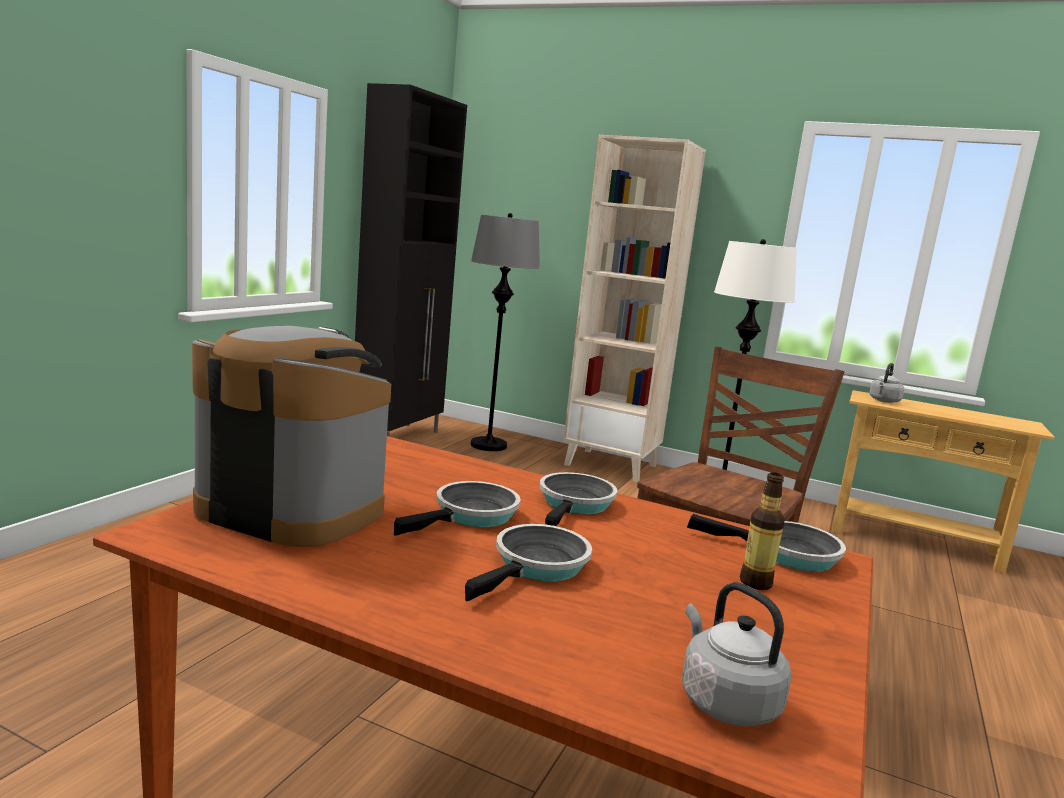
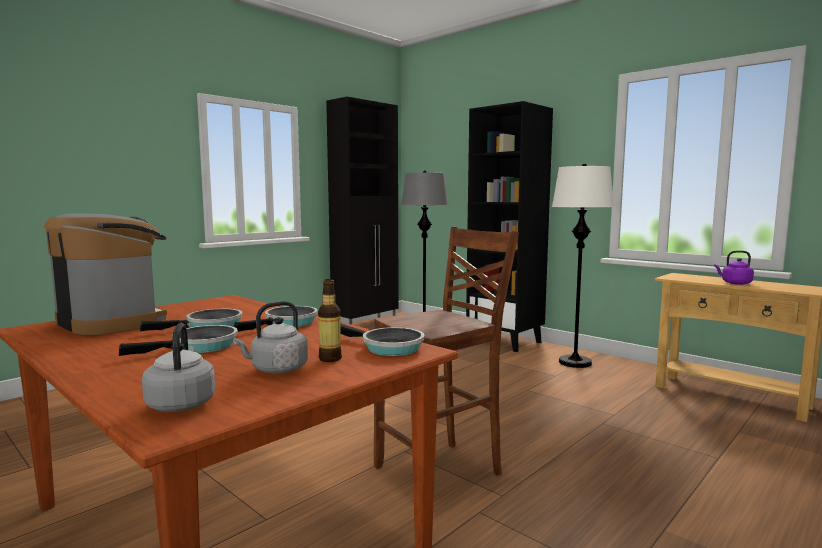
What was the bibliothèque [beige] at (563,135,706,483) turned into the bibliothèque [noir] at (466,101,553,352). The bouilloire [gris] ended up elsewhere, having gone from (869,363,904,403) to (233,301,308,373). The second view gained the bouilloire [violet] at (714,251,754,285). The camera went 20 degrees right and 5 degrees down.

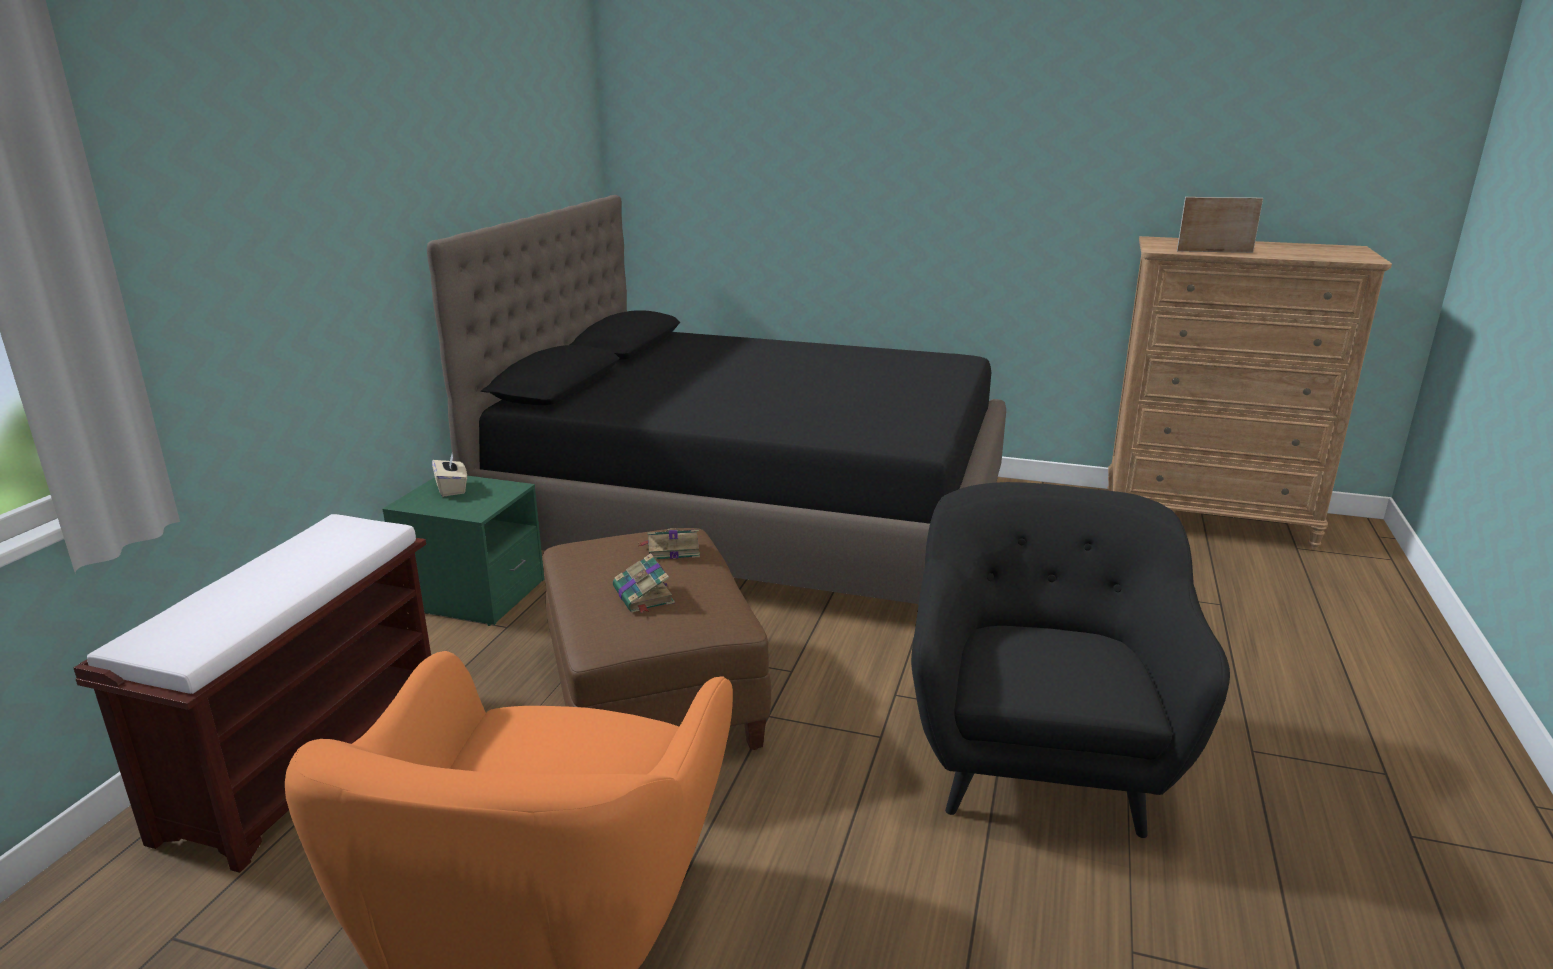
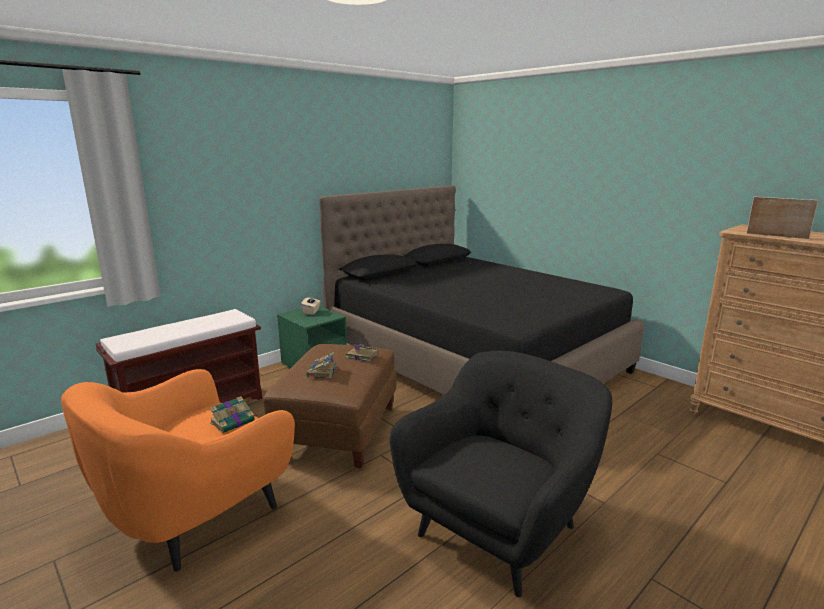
The second view gained the livre at (209,396,258,433). The camera went 30 degrees right and 5 degrees down.

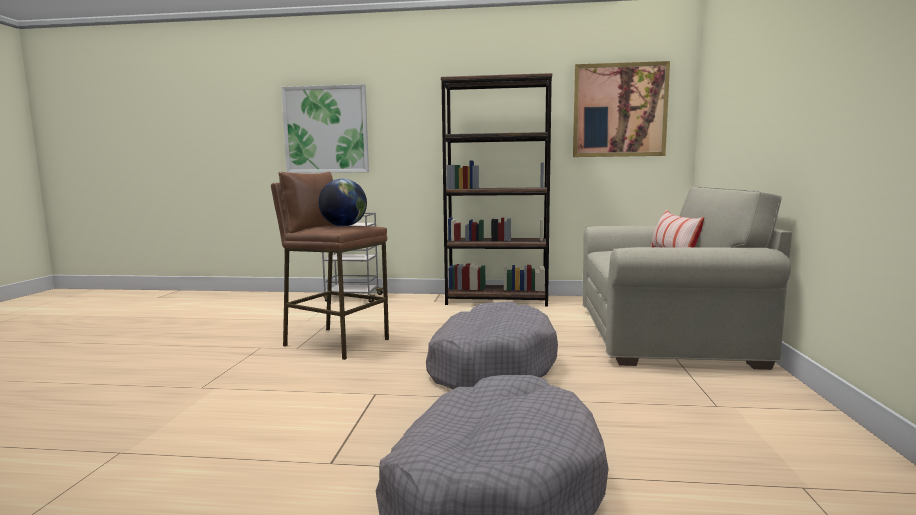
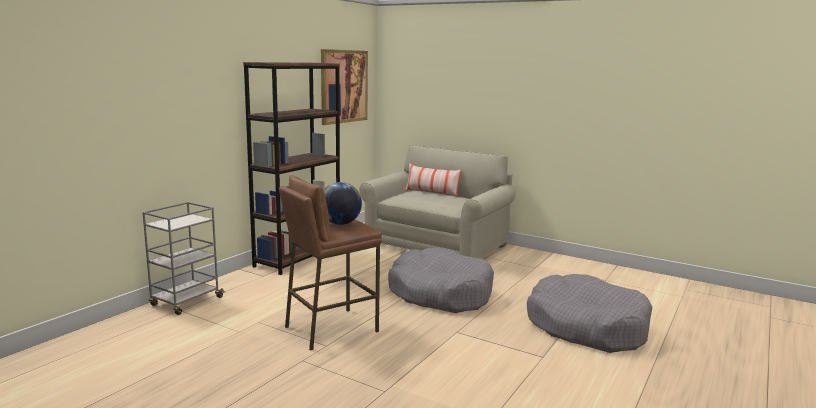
The second view lost the tableau at (281,84,369,173). The camera went 65 degrees left and 5 degrees up.

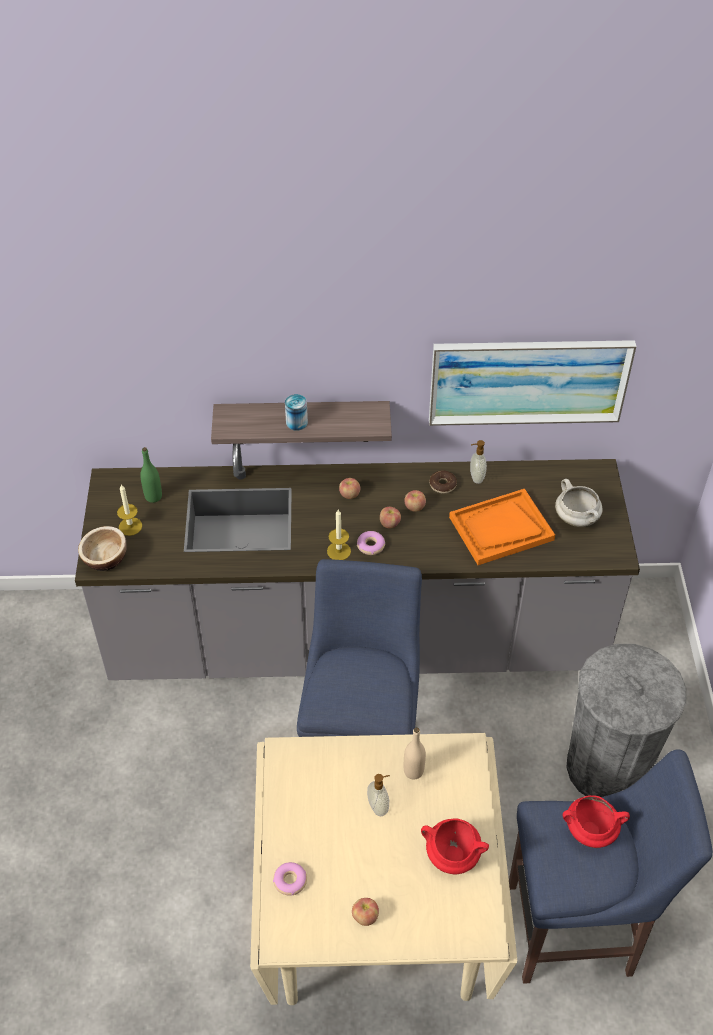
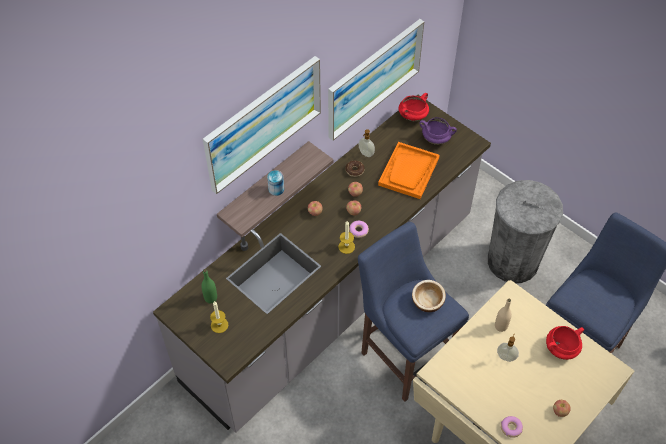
The bol ended up elsewhere, having gone from (78,526,127,571) to (412,280,446,312). What was the marmite [blanc] at (555,479,603,527) turned into the marmite [violet] at (419,117,457,145). The marmite [rouge] ended up elsewhere, having gone from (563,795,630,848) to (399,93,429,121). The second view gained the tableau at (203,56,321,194). The camera went 45 degrees left and 5 degrees up.

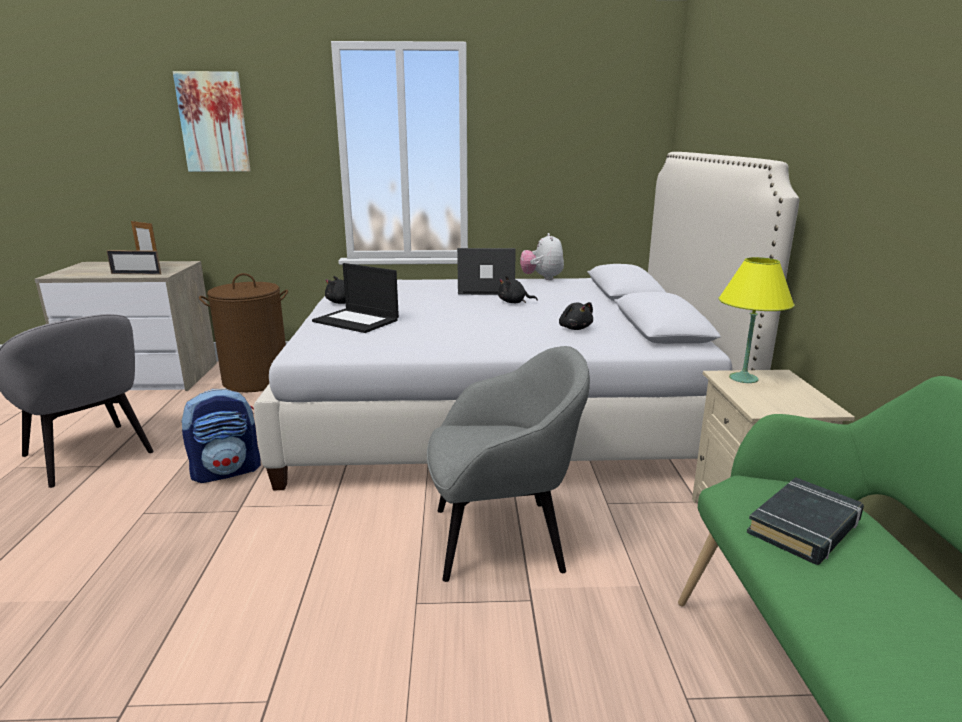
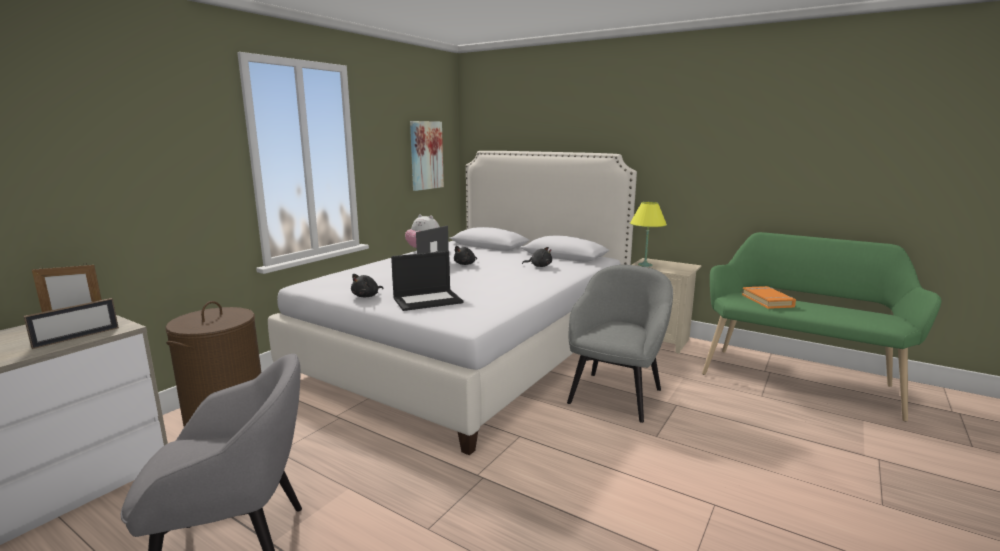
The tableau ended up elsewhere, having gone from (173,71,251,172) to (410,121,444,191). The second view lost the sac à dos at (181,388,261,483). What was the livre [noir] at (747,477,864,565) turned into the livre [orange] at (742,286,796,309). The camera went 55 degrees left and 5 degrees down.

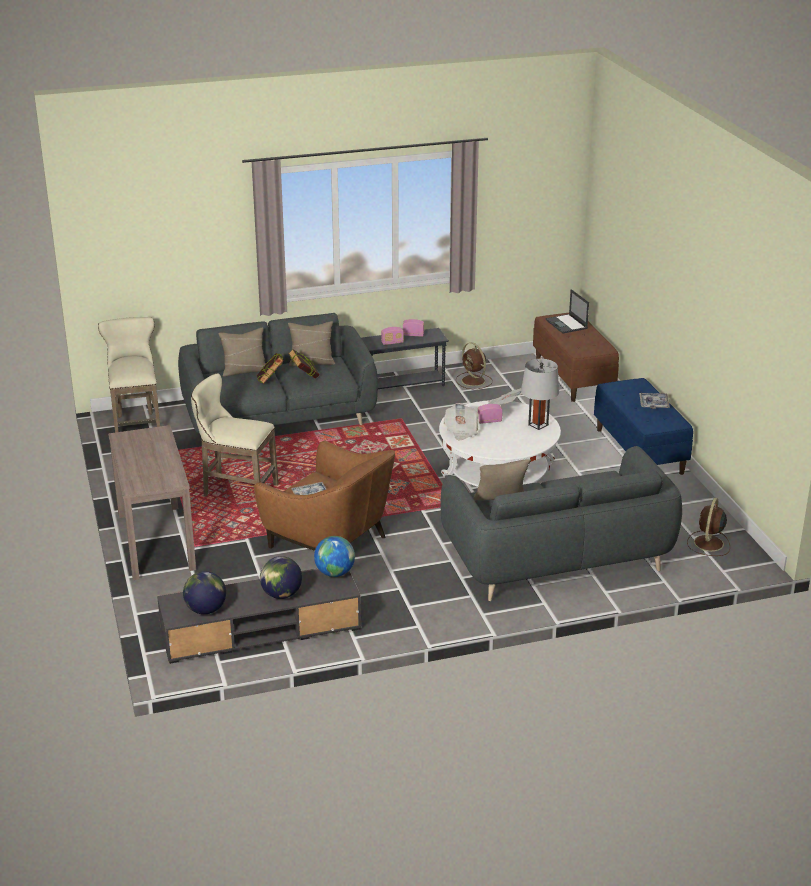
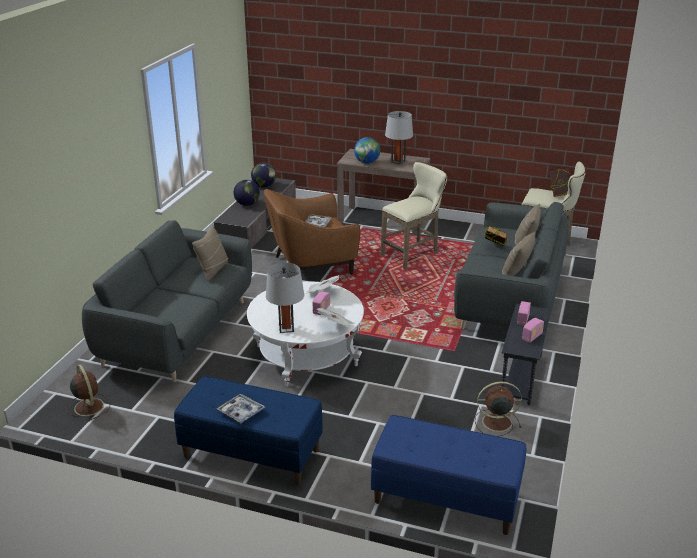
The livre ended up elsewhere, having gone from (289,349,320,379) to (549,169,571,197). The globe ended up elsewhere, having gone from (314,536,355,577) to (354,137,380,164). What was the banc [marron] at (533,313,619,402) turned into the banc [bleu] at (371,415,526,535). The second view lost the ordinateur portable at (546,289,589,333). The second view gained the lampe de table [gris] at (385,111,413,164). The camera went 125 degrees right and 0 degrees up.

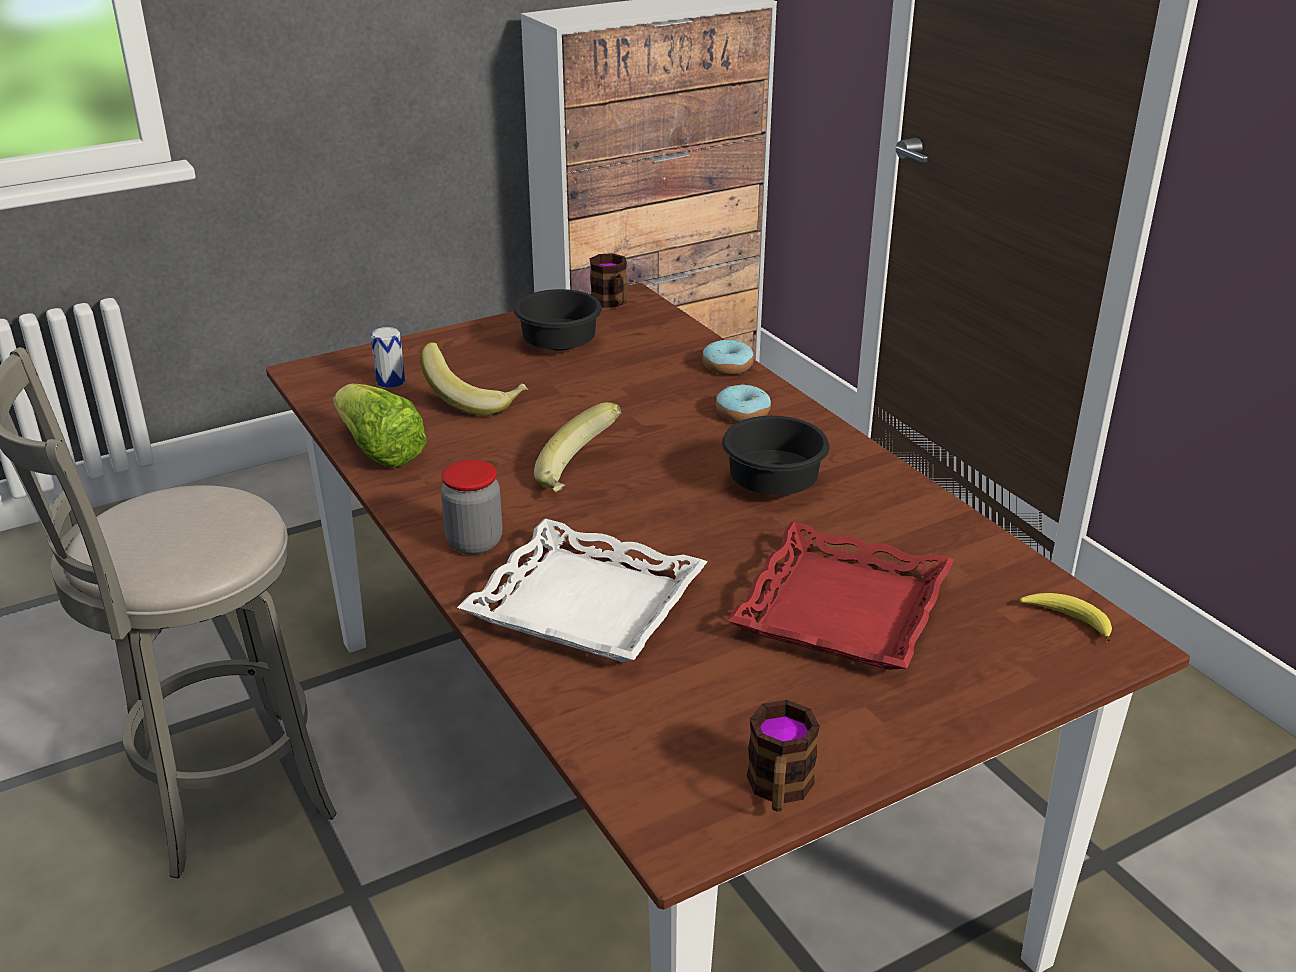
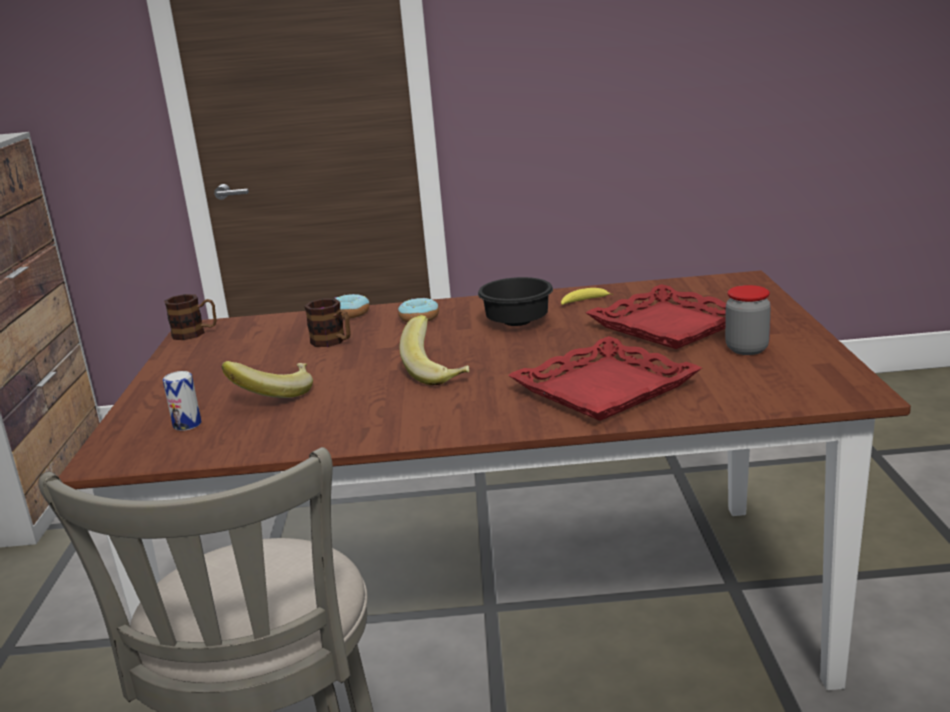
The second view lost the laitue at (333,384,427,468). The bocal ended up elsewhere, having gone from (441,460,502,555) to (725,285,771,355). What was the plateau [blanc] at (457,519,708,662) turned into the plateau [rouge] at (508,336,702,421). The second view lost the bol [noir] at (514,289,602,350). The mug ended up elsewhere, having gone from (747,700,820,812) to (304,299,351,347). The banane ended up elsewhere, having gone from (1020,593,1112,642) to (561,288,613,305). The camera went 60 degrees left and 10 degrees down.

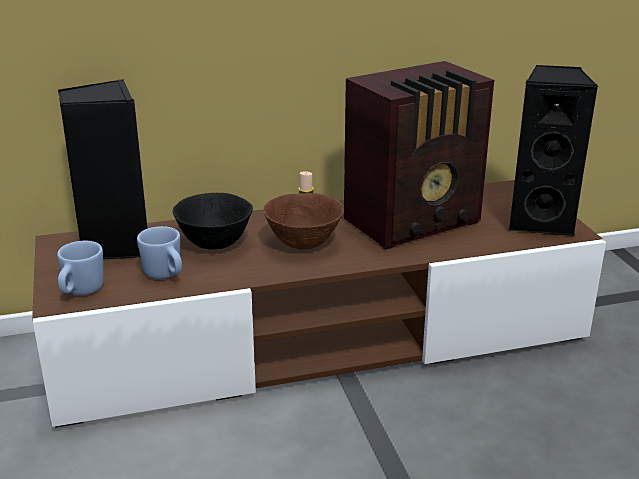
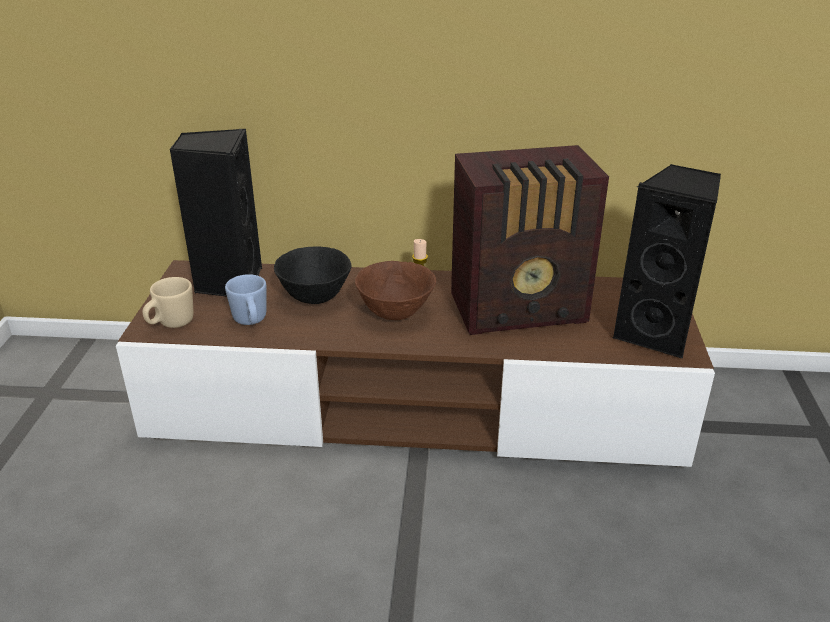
What was the mug [bleu] at (57,241,103,295) turned into the mug [beige] at (143,277,194,328). The camera went 20 degrees right and 5 degrees up.

